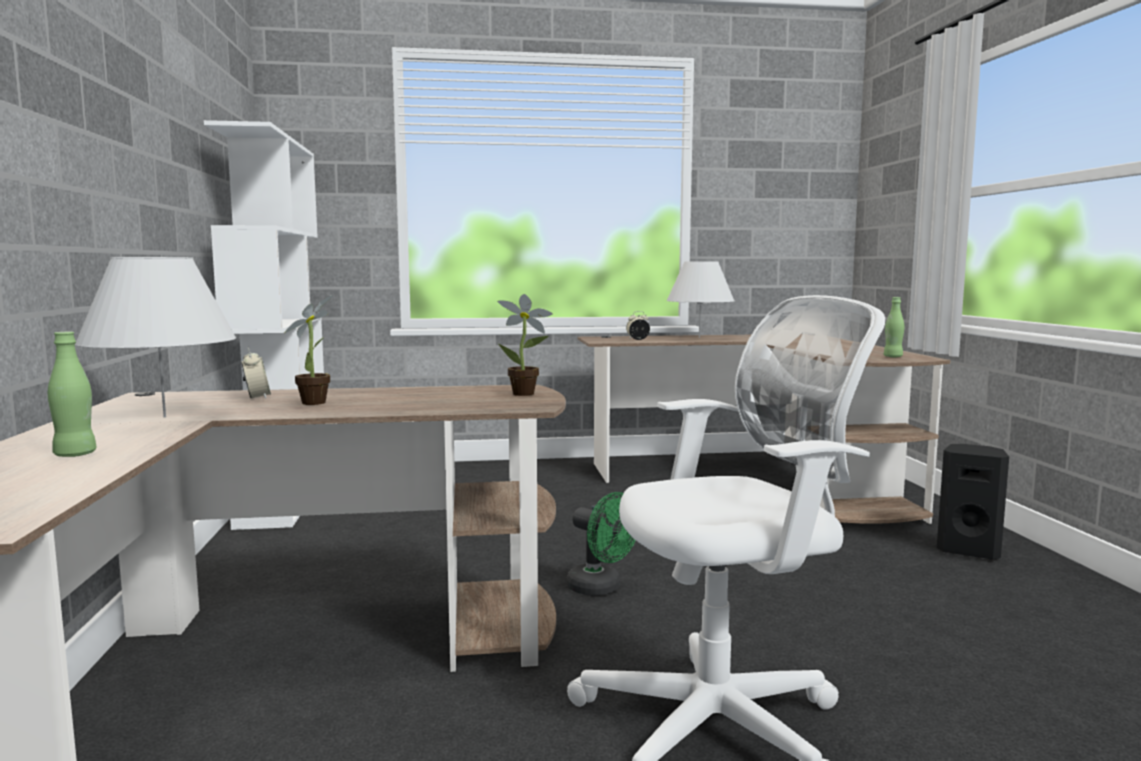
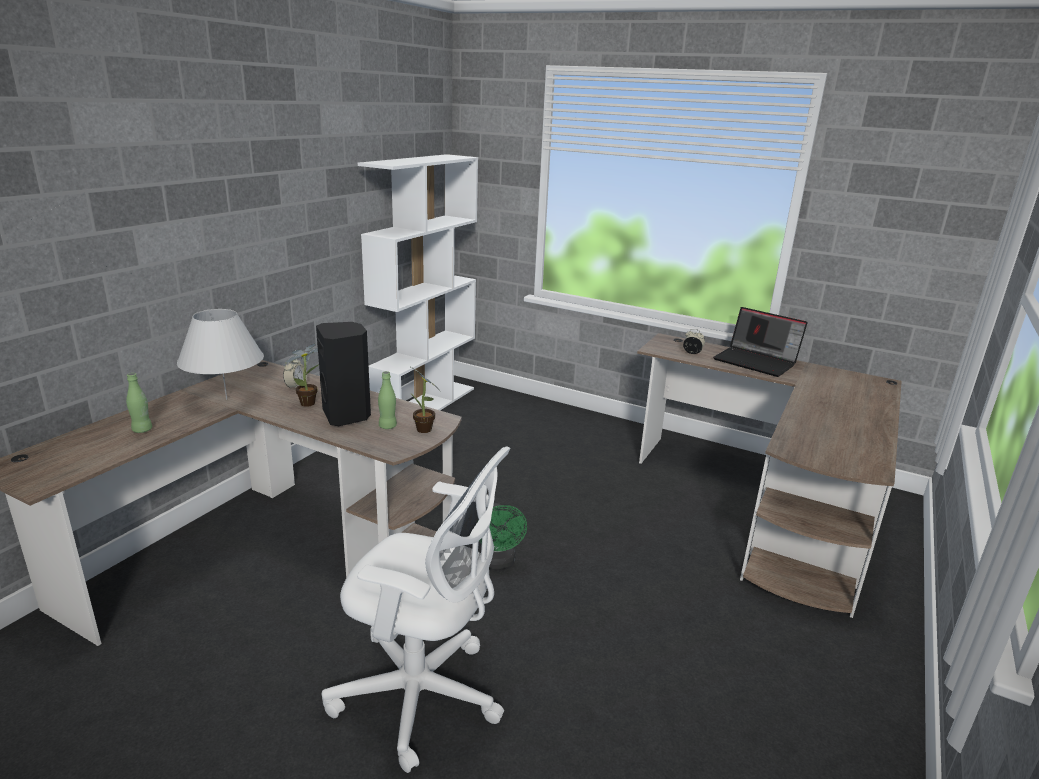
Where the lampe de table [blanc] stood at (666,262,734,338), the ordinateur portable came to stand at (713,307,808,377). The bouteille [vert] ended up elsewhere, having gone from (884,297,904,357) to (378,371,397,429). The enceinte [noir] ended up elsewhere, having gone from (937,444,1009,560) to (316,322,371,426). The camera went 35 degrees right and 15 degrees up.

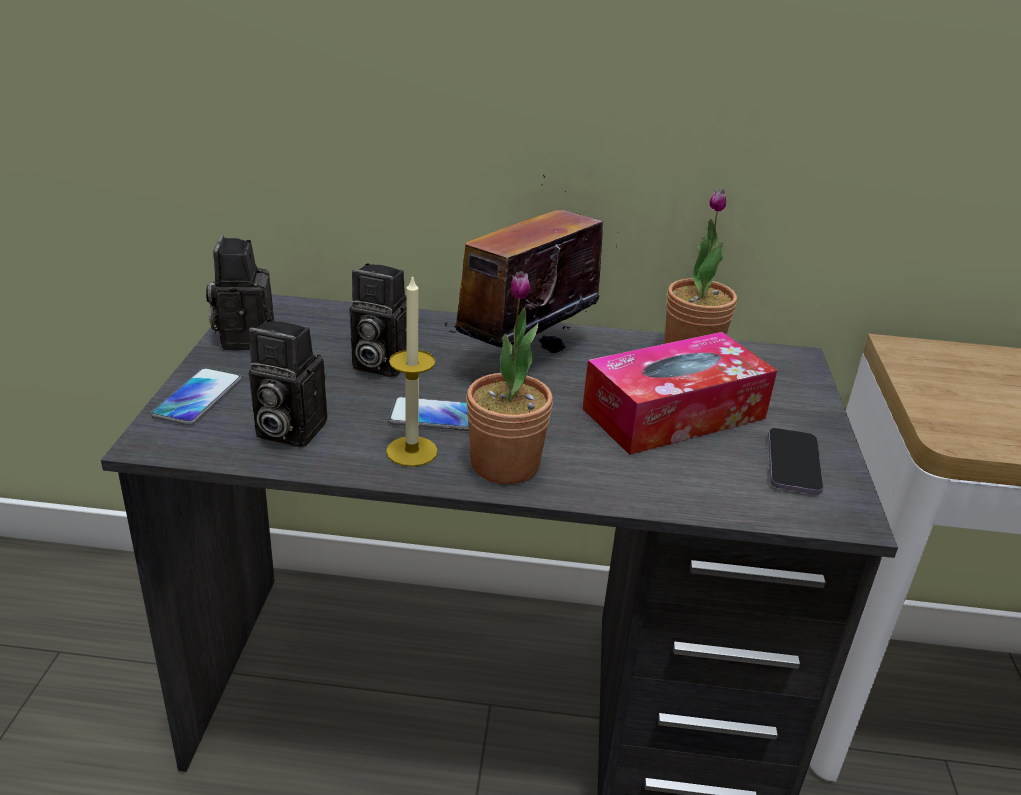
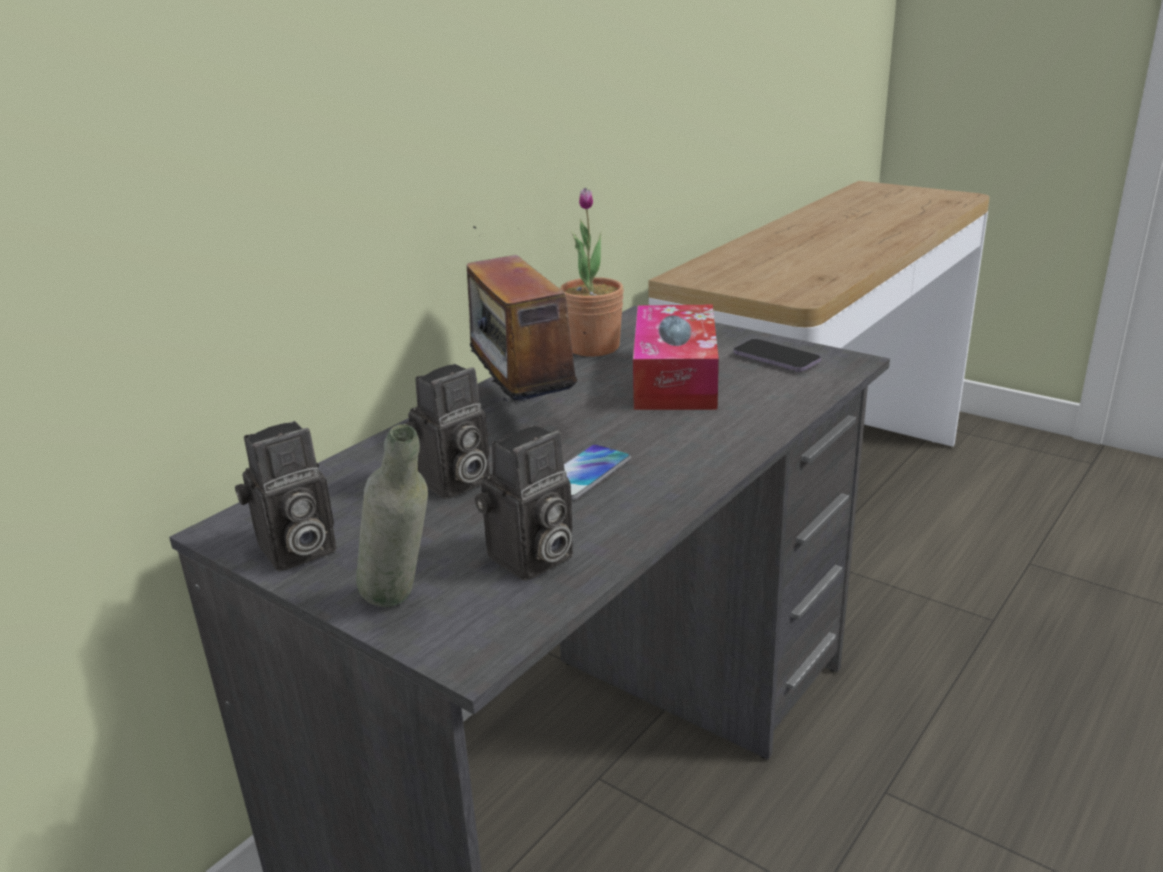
Where the téléphone stood at (151,368,242,425), the bouteille [gris] came to stand at (356,424,428,607). The appareil photo at (206,235,274,350) ended up facing another way, 60 degrees counterclockwise from before. The second view lost the bougie at (386,275,438,467). The second view lost the plante en pot at (466,271,553,484). The camera went 55 degrees left and 5 degrees down.

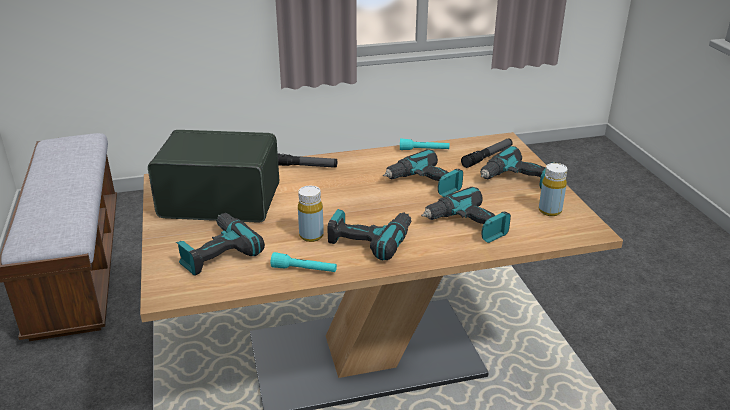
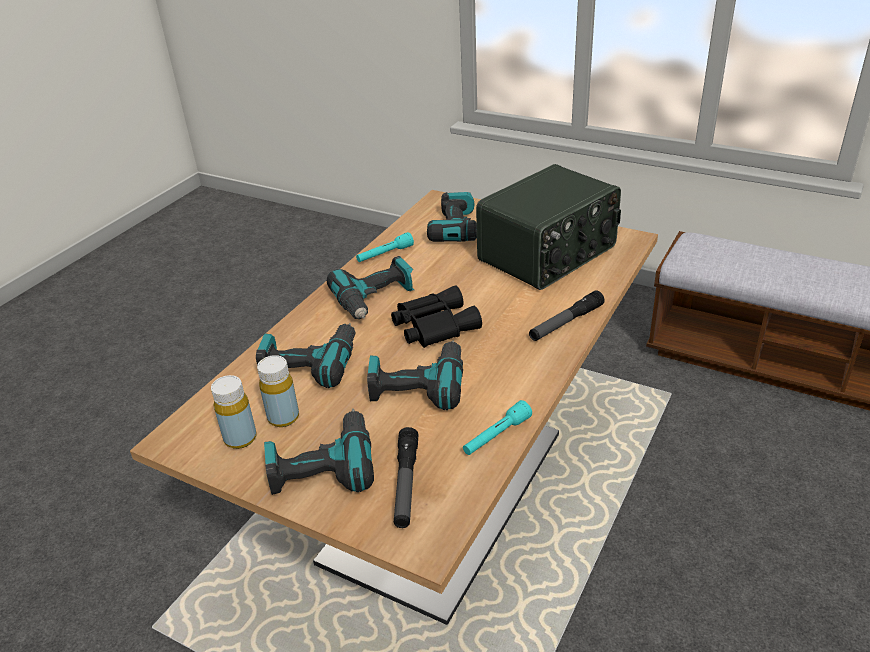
The bouteille [jaune] ended up elsewhere, having gone from (298,186,324,242) to (257,355,299,427). The second view gained the jumelles [noir] at (391,285,482,348). The camera went 135 degrees right and 5 degrees up.

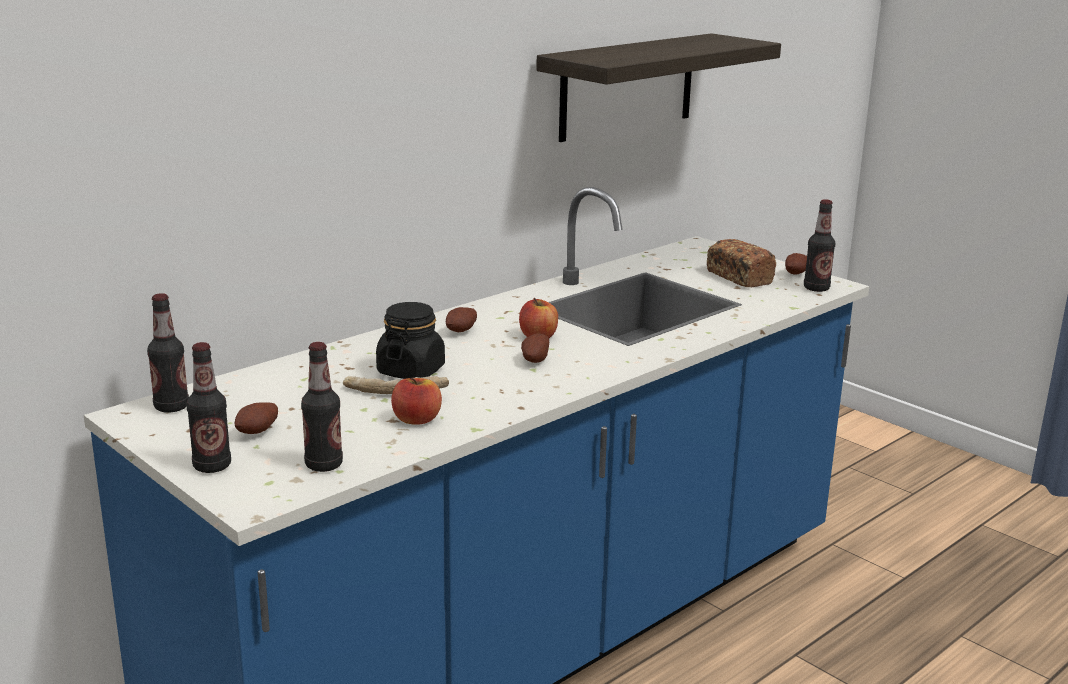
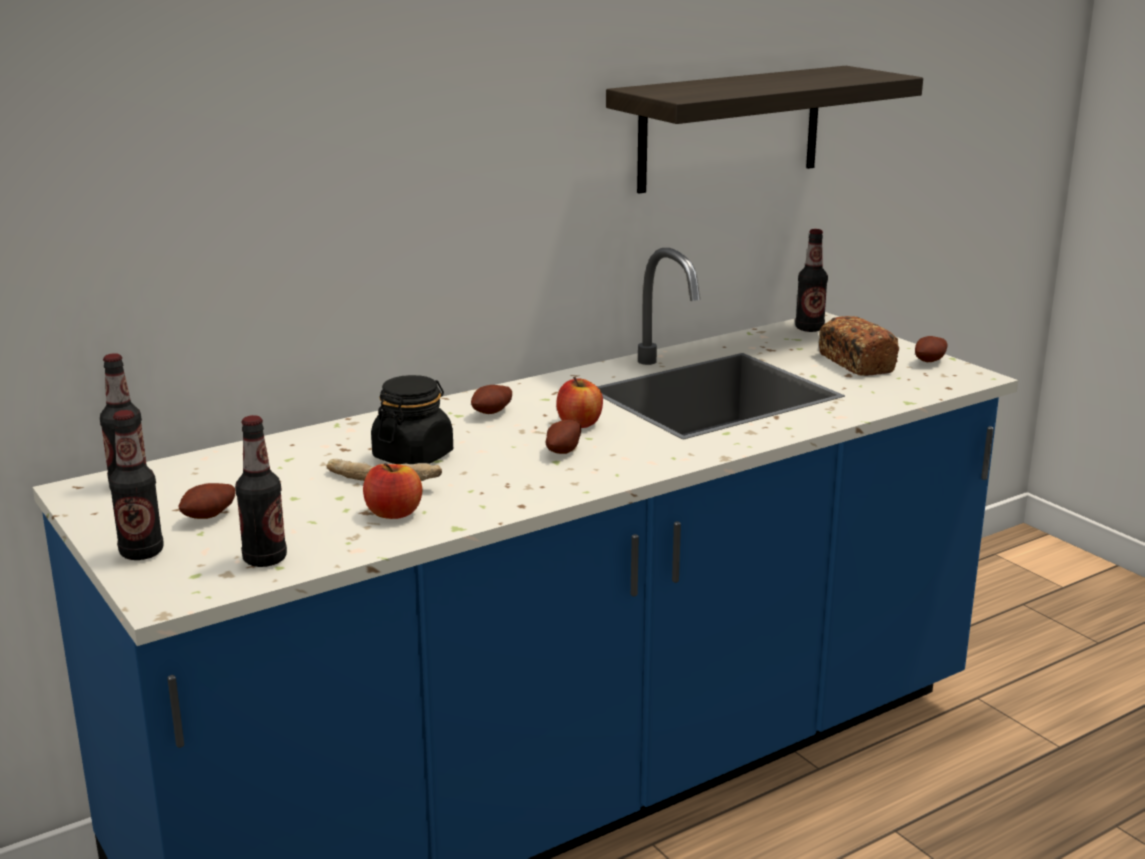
The bouteille ended up elsewhere, having gone from (804,199,835,292) to (795,229,828,332). The camera went 10 degrees right and 0 degrees up.

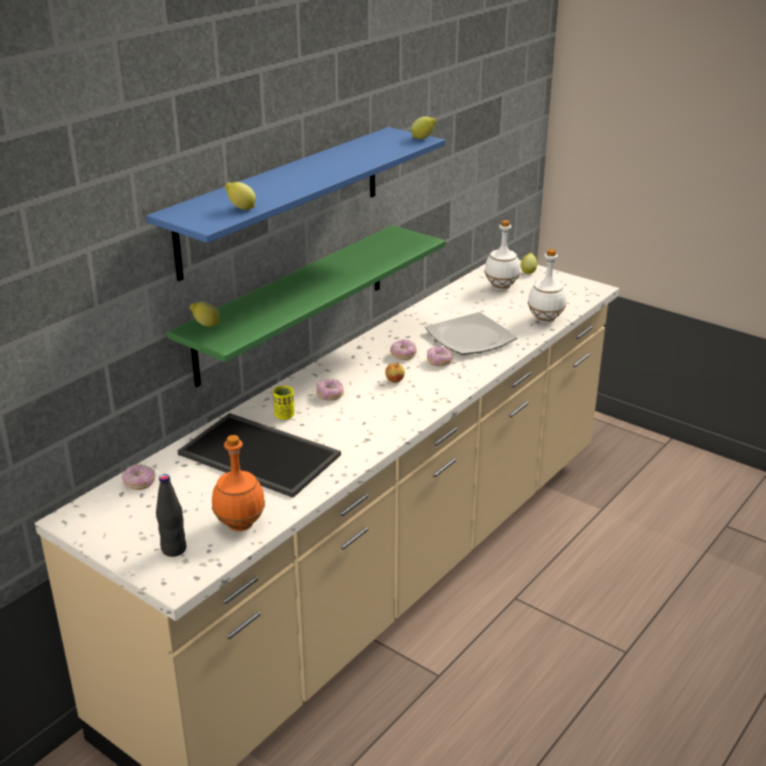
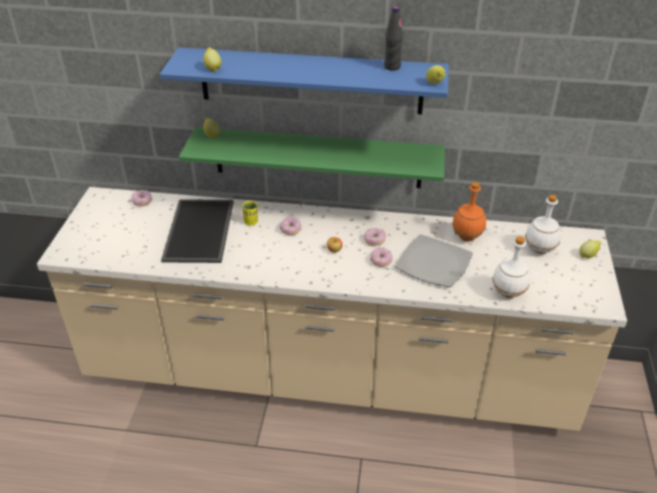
The bouteille [noir] ended up elsewhere, having gone from (156,474,187,557) to (384,6,403,71). The bouteille [orange] ended up elsewhere, having gone from (212,435,265,531) to (452,182,486,242). The camera went 60 degrees right and 10 degrees up.

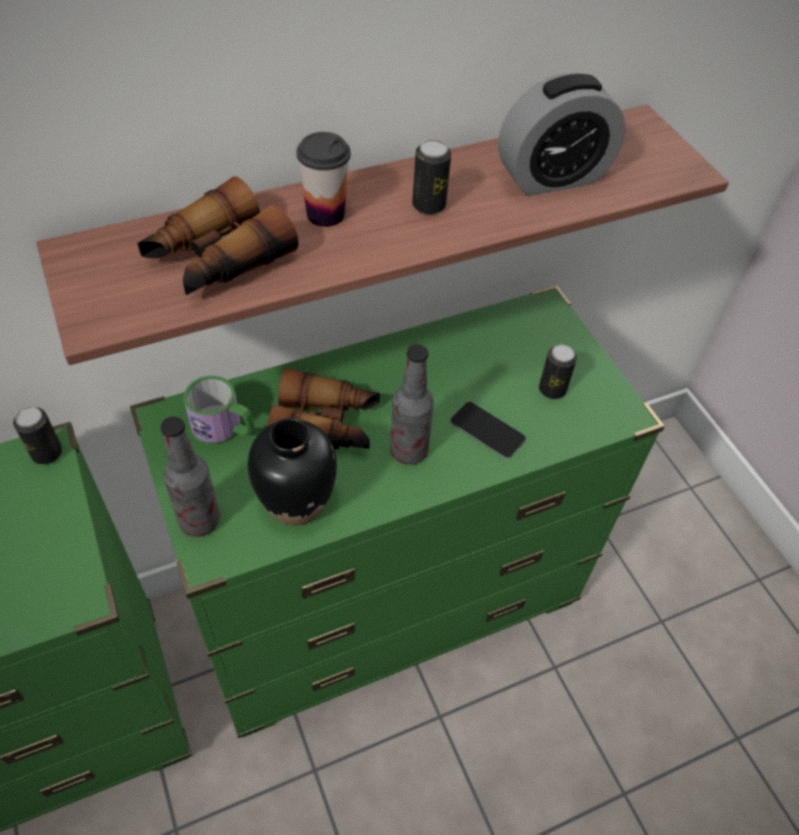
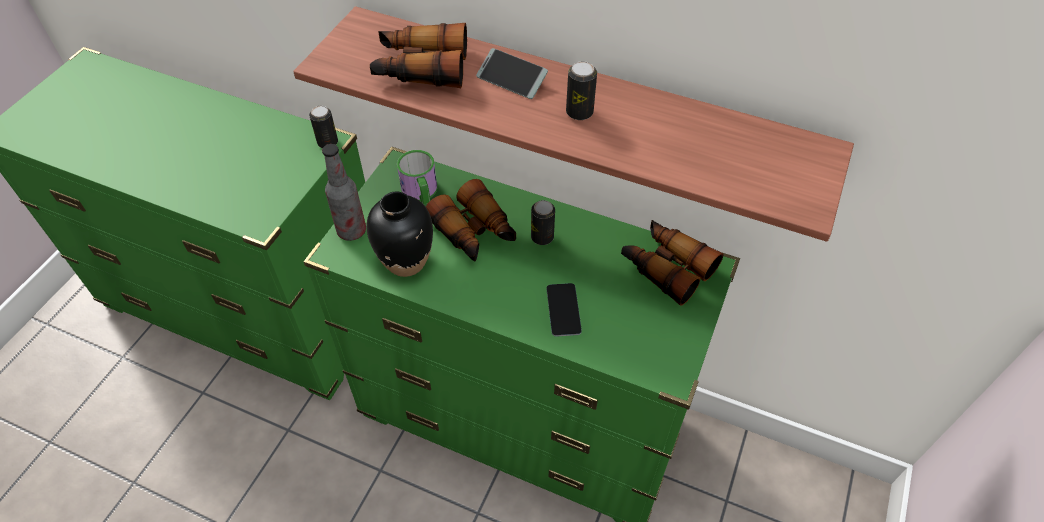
Where the tasse stood at (297,132,351,227), the téléphone came to stand at (476,48,548,99). The second view lost the bouteille at (390,344,434,465). The second view lost the réveil at (498,73,625,196). The boîte métallique ended up elsewhere, having gone from (539,344,577,399) to (531,200,555,245). The second view gained the jumelles at (621,220,724,306). The camera went 50 degrees right and 0 degrees up.

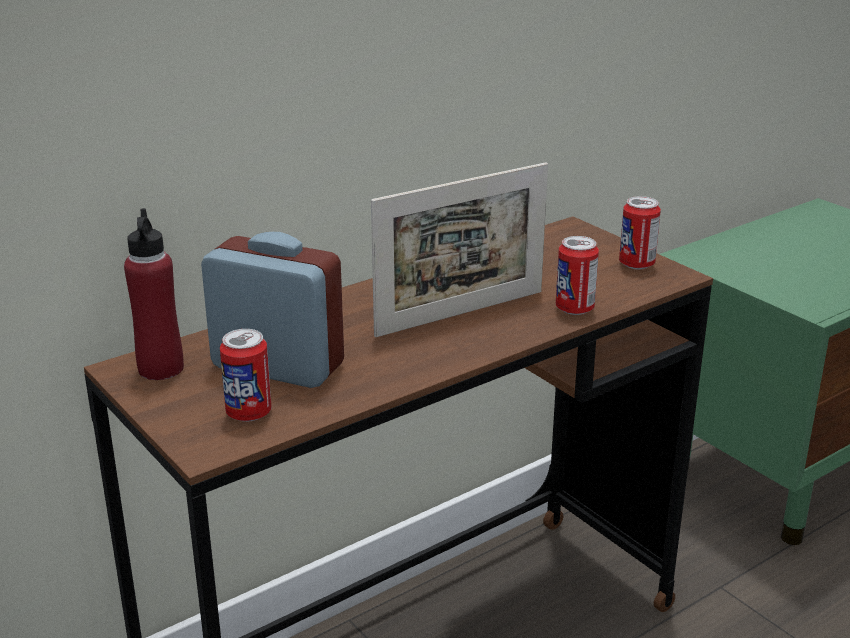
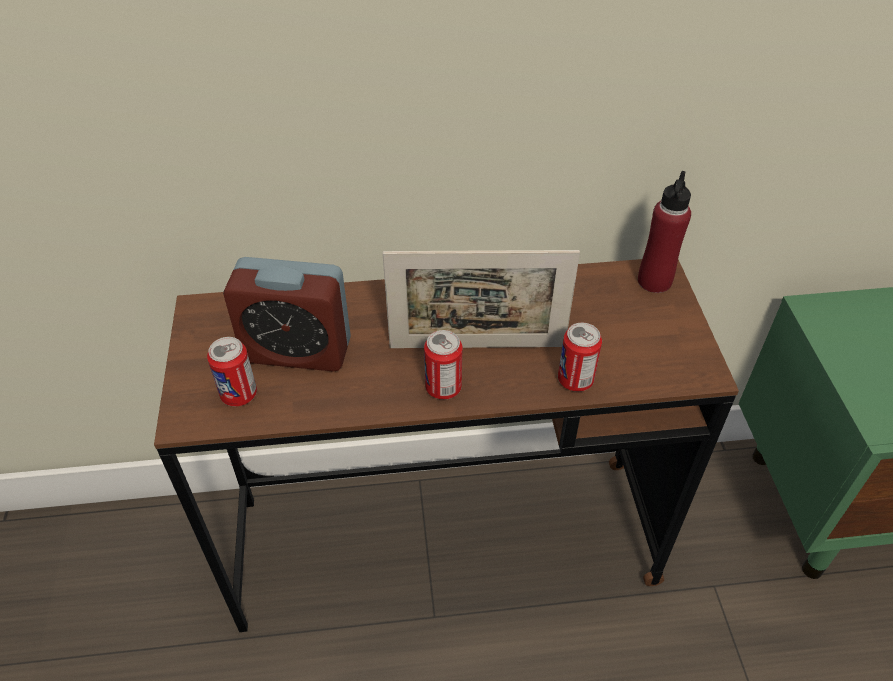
The bouteille [rouge] ended up elsewhere, having gone from (124,208,184,380) to (638,171,691,293). The réveil at (201,232,344,388) ended up facing another way, 135 degrees clockwise from before. The boîte métallique ended up elsewhere, having gone from (619,196,661,270) to (424,330,463,399). The camera went 30 degrees right and 20 degrees up.

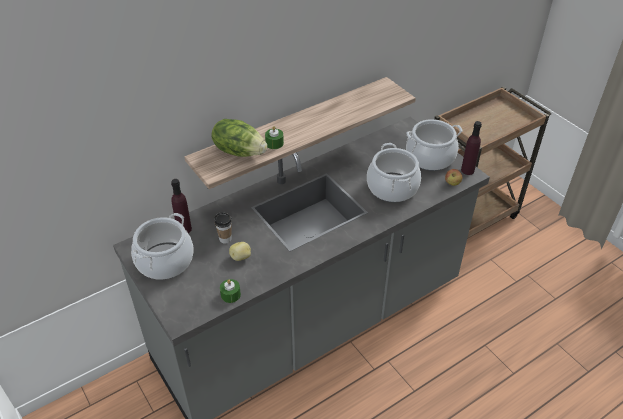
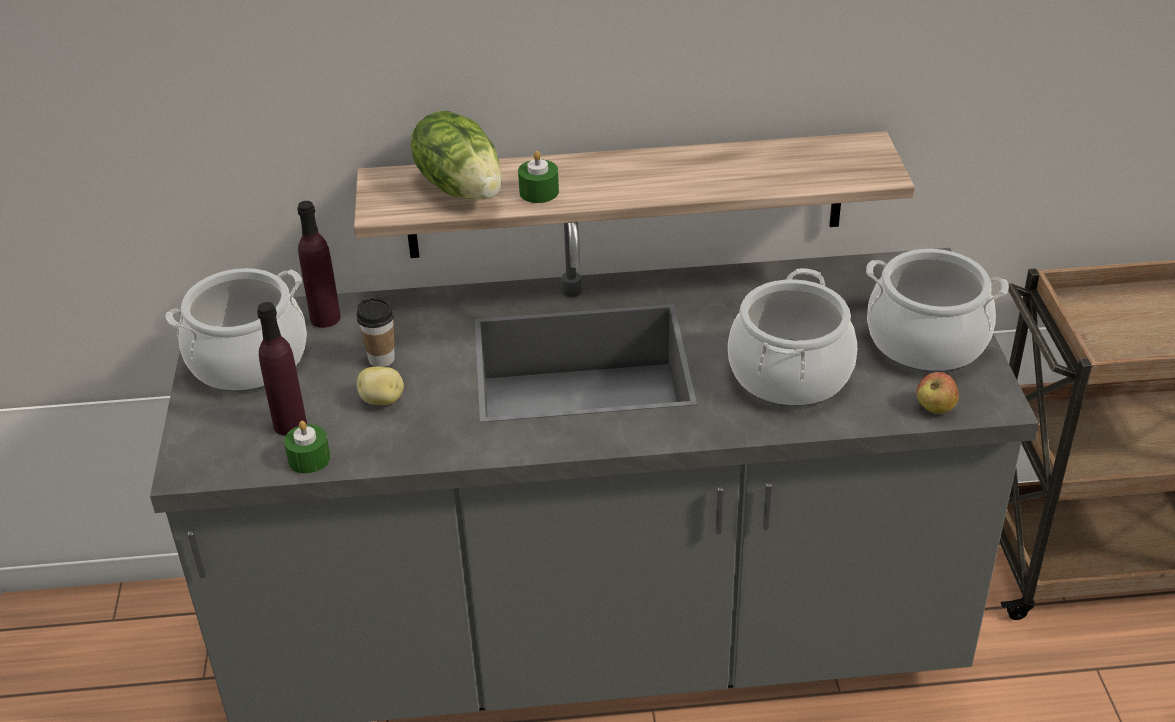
The bouteille [violet] ended up elsewhere, having gone from (461,121,482,175) to (257,302,307,436). The camera went 30 degrees right and 5 degrees down.

